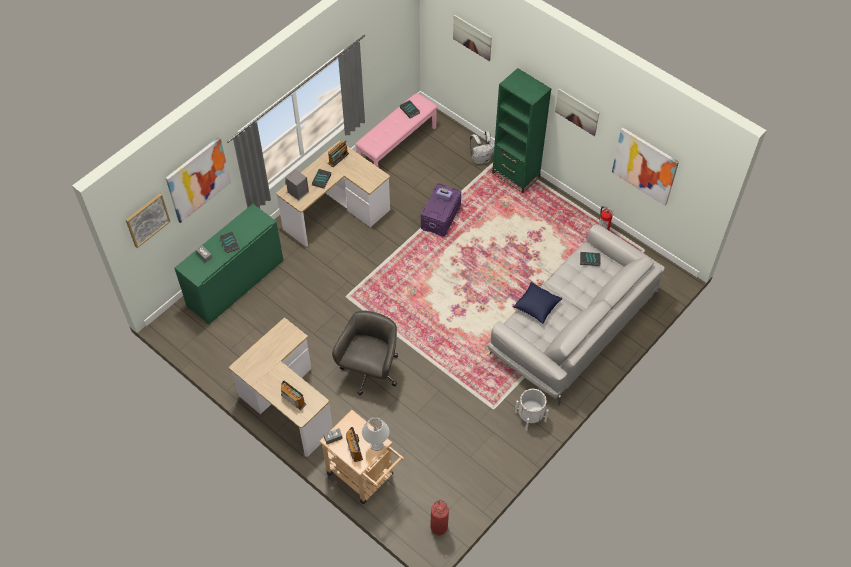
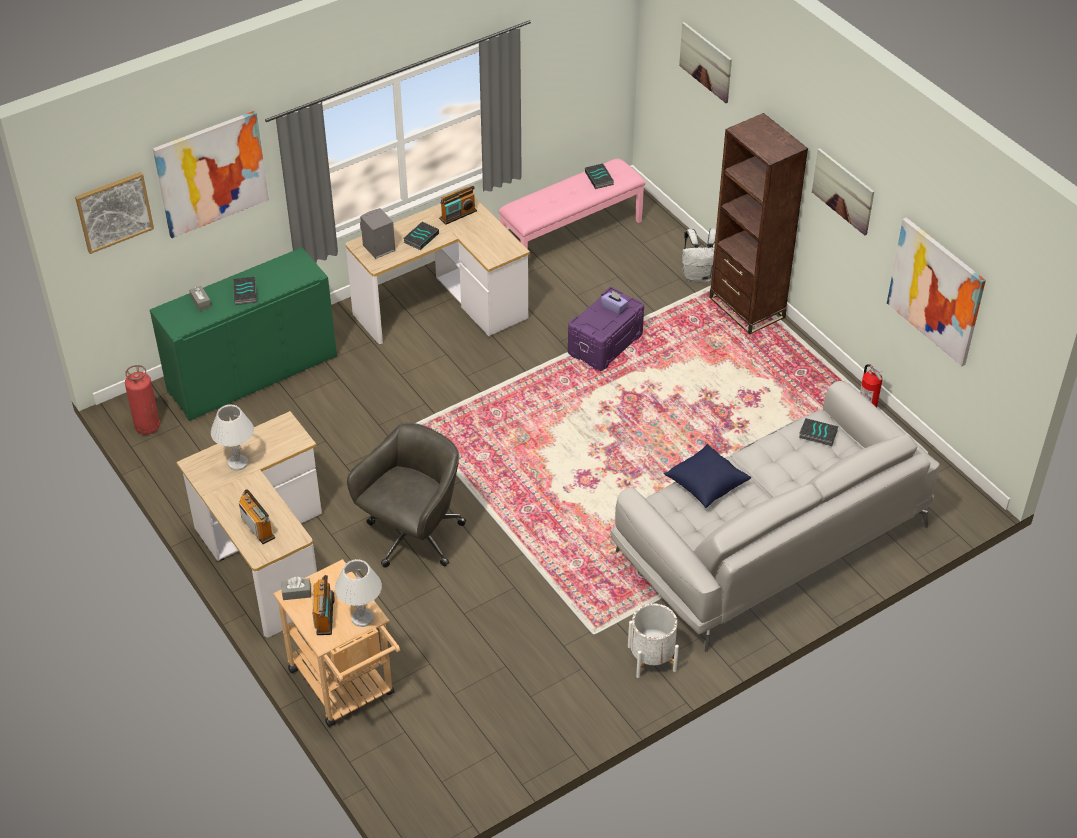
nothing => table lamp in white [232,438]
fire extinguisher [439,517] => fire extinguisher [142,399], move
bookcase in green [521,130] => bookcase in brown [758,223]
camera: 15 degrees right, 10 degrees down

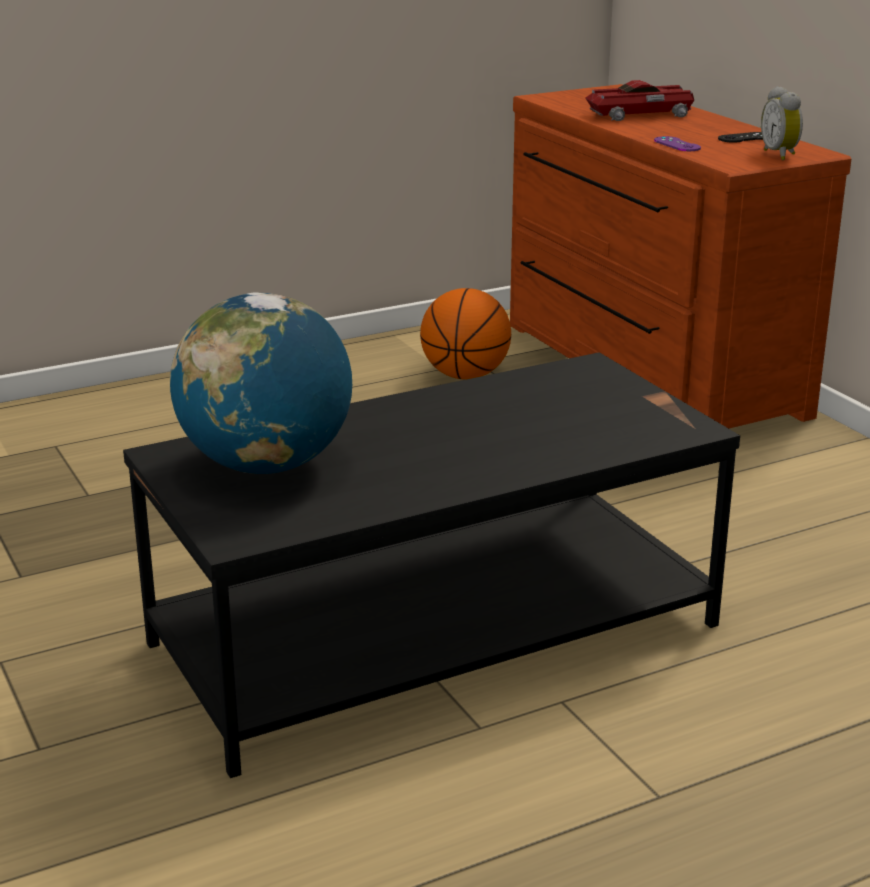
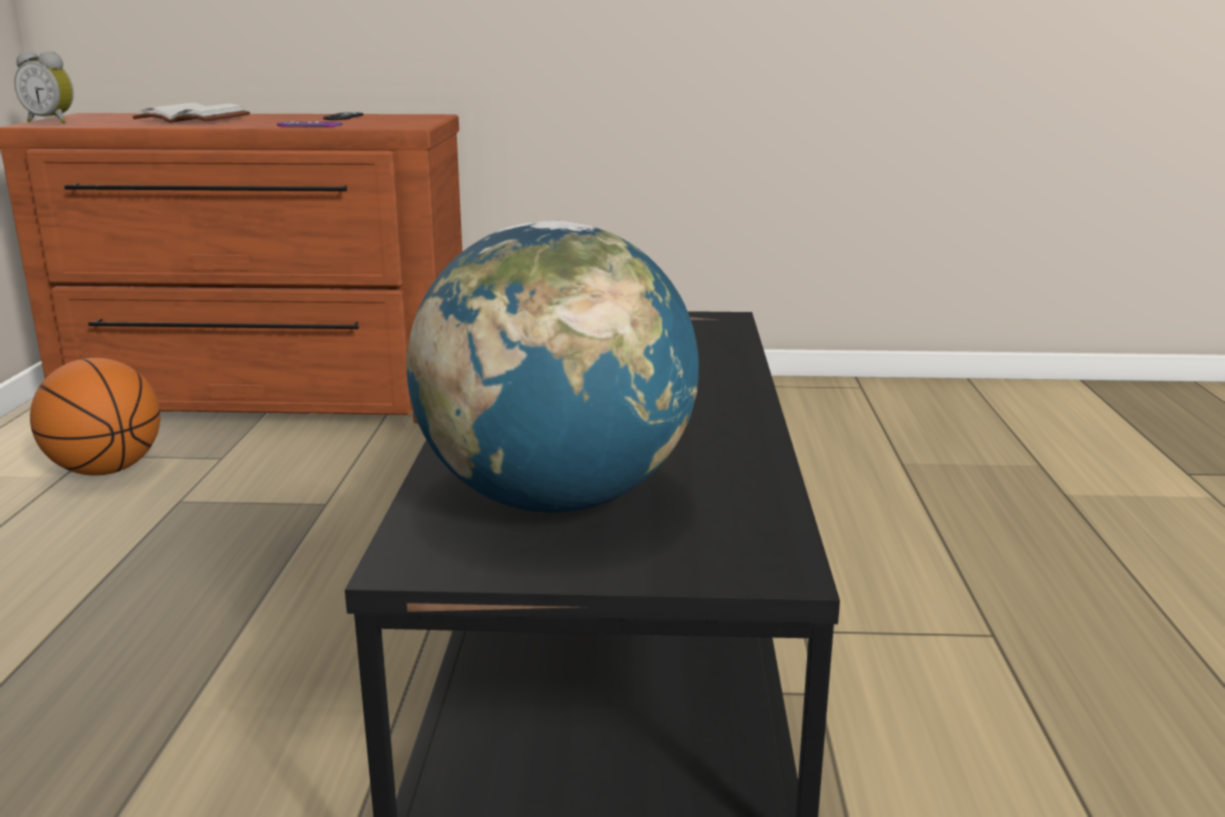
alarm clock [782,123] => alarm clock [44,87], move
toy car [639,100] => book in white [191,113]
camera: 60 degrees left, 5 degrees down

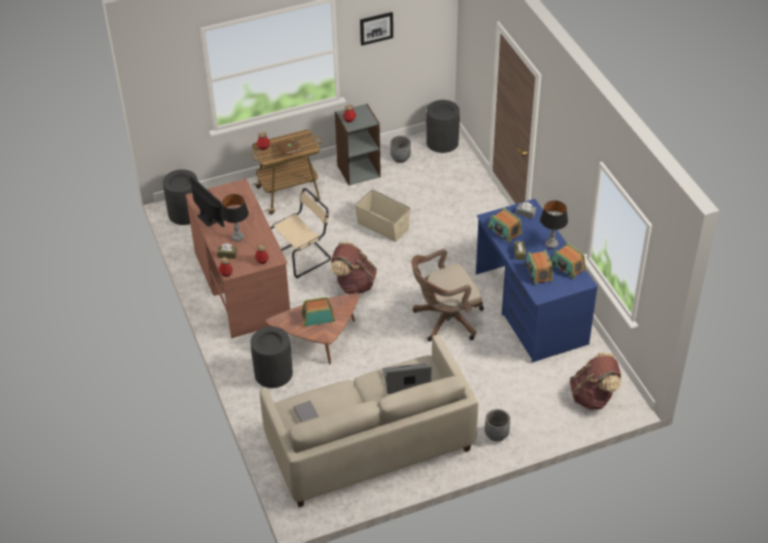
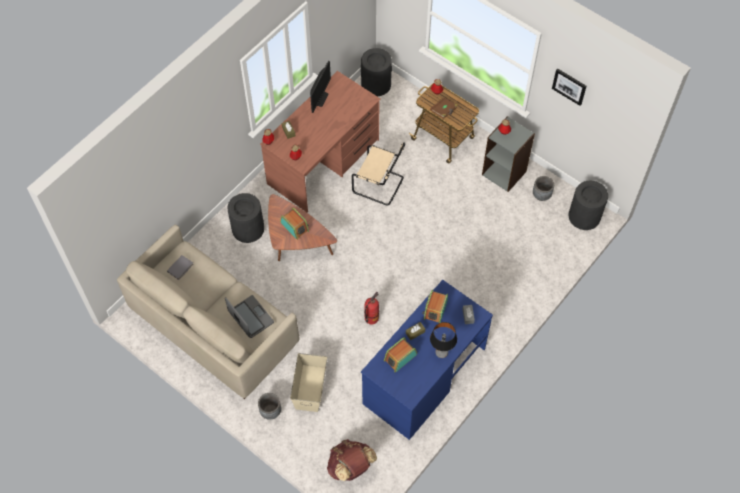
table lamp [235,218] => nothing
backpack in brown [354,268] => nothing
radio [568,261] => nothing
storage box in beige [383,215] => storage box in beige [309,382], move
office chair in brown [448,295] => fire extinguisher [371,308]
camera: 60 degrees right, 15 degrees up

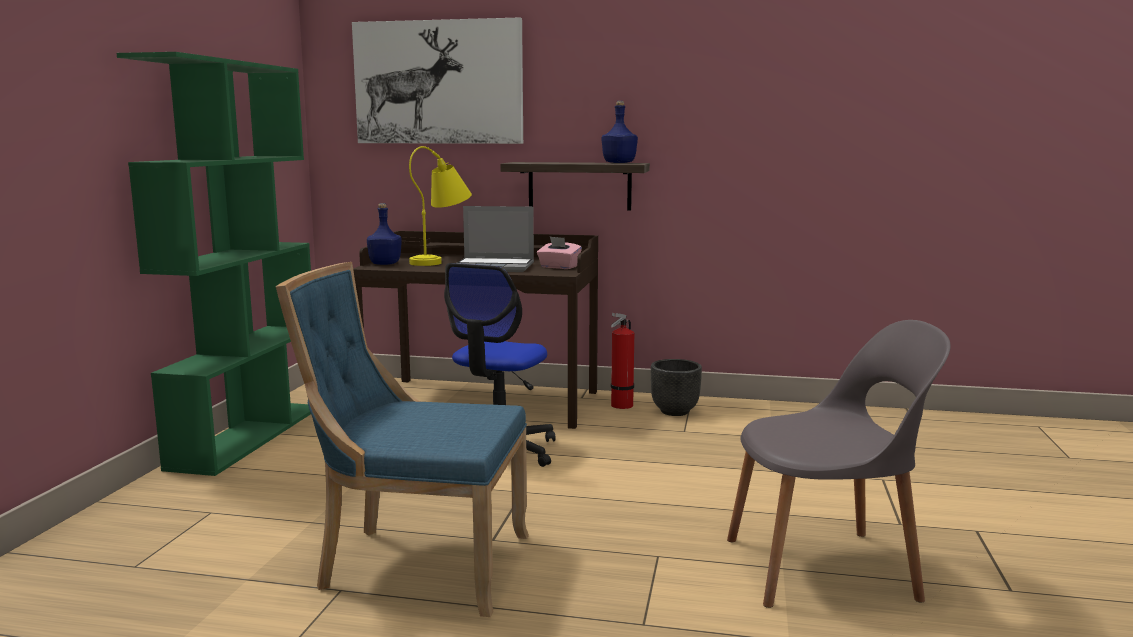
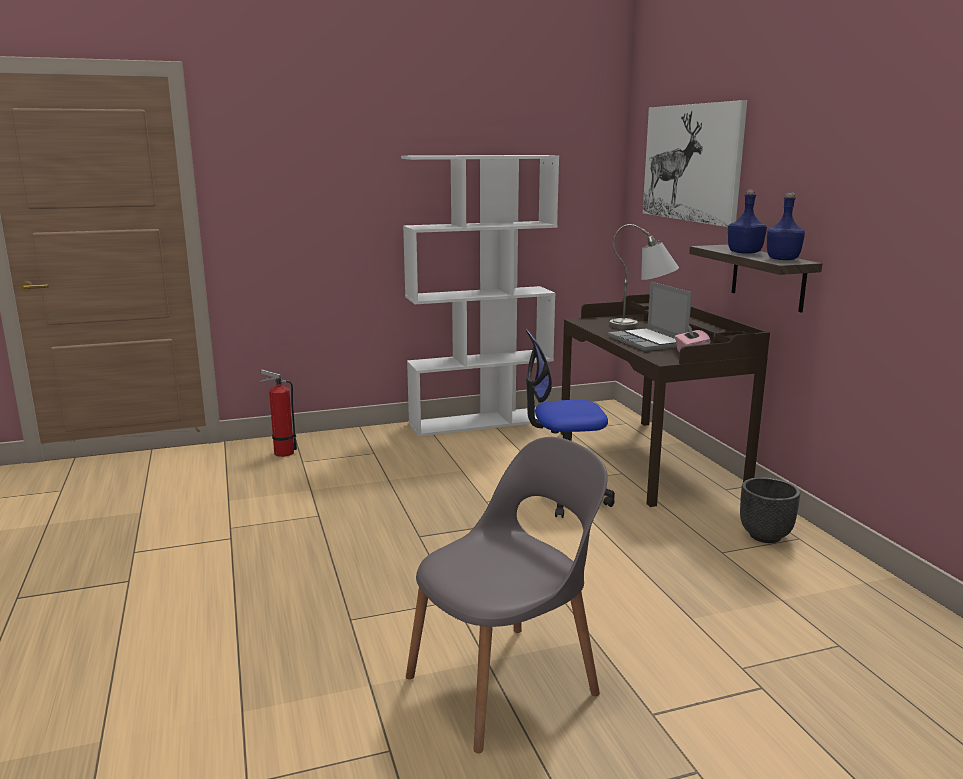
chair in blue [402,439] => nothing
bottle in blue [384,234] => bottle in blue [747,221], move
fire extinguisher [622,361] => fire extinguisher [278,413], move
bookcase in green [214,264] => bookcase in white [480,296]
table lamp in yellow [440,206] => table lamp in grey [644,276]
chair in grey [839,464] => chair in grey [507,595], 90 degrees counterclockwise
camera: 60 degrees right, 5 degrees up

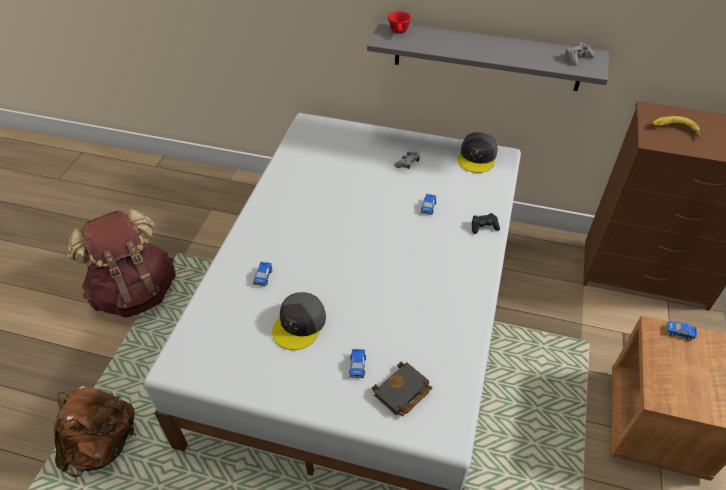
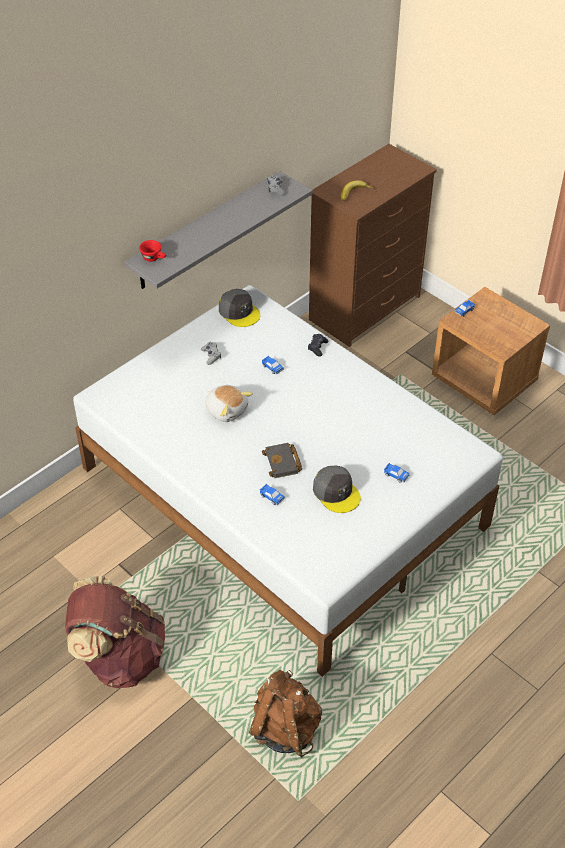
nothing => plush toy [229,403]
book in black [402,389] => book in black [282,460], move
camera: 60 degrees left, 0 degrees up

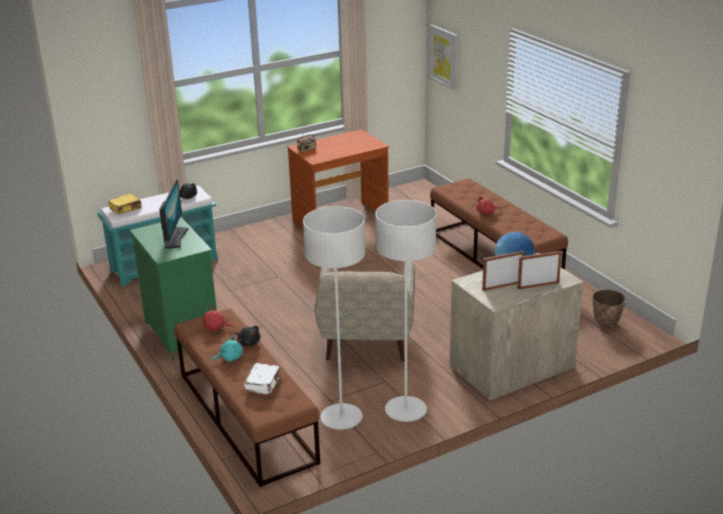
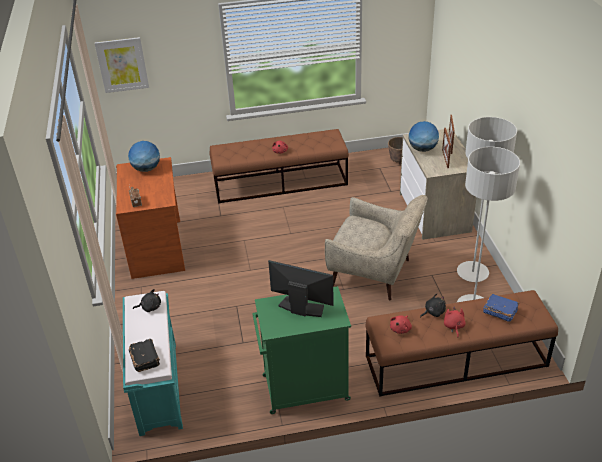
nothing => globe [144,156]
book in yellow [125,203] => book in black [144,355]
plush toy in turquoise [227,349] => plush toy in red [455,322]
book in white [262,378] => book in blue [501,308]
camera: 70 degrees left, 10 degrees up

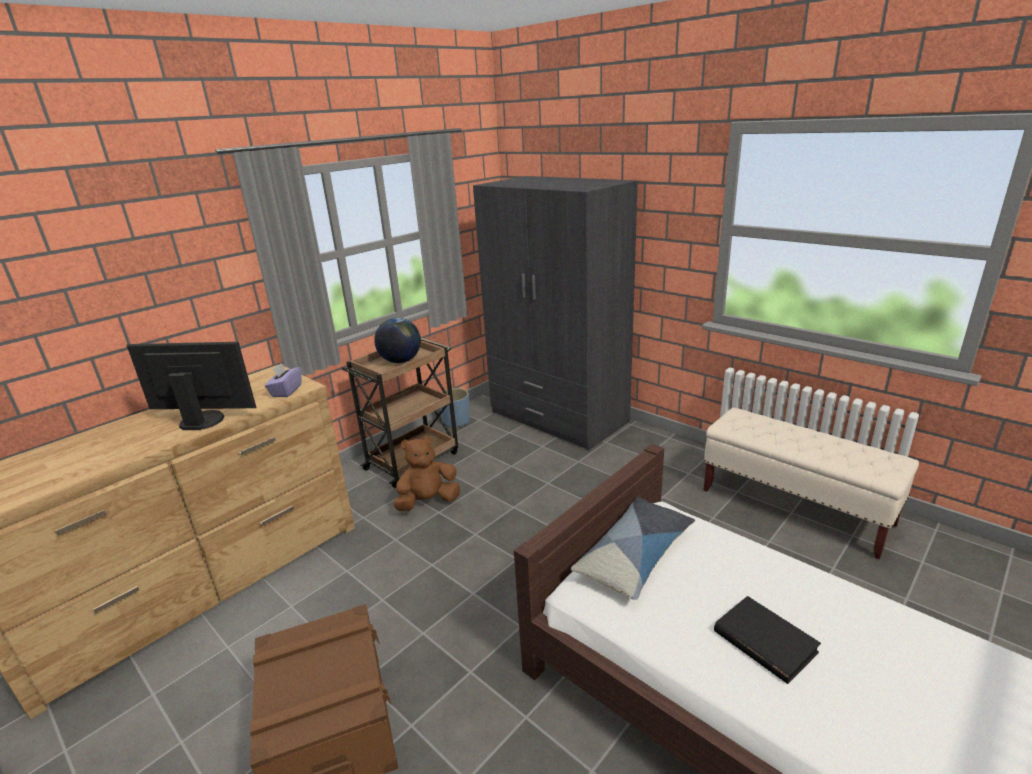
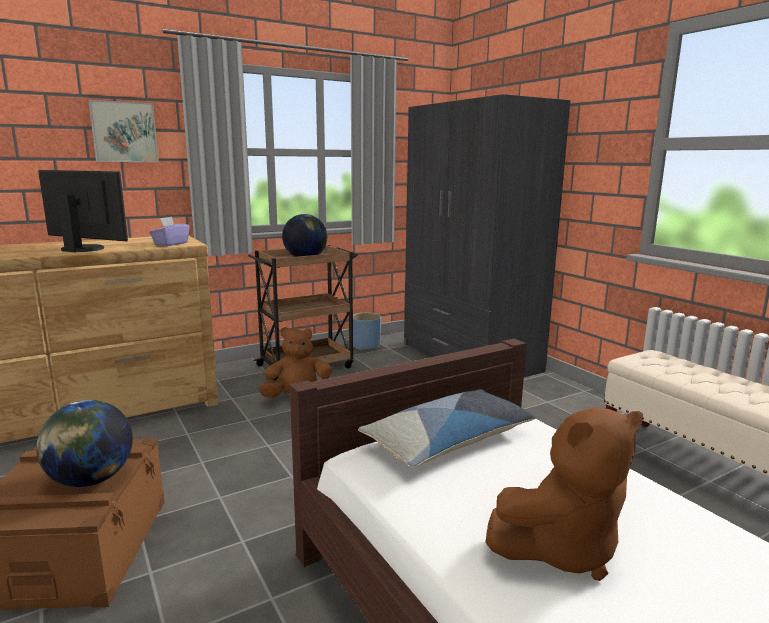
nothing => globe [84,443]
nothing => picture [123,131]
book in black [767,640] => plush toy in brown [564,494]
camera: 15 degrees right, 10 degrees down

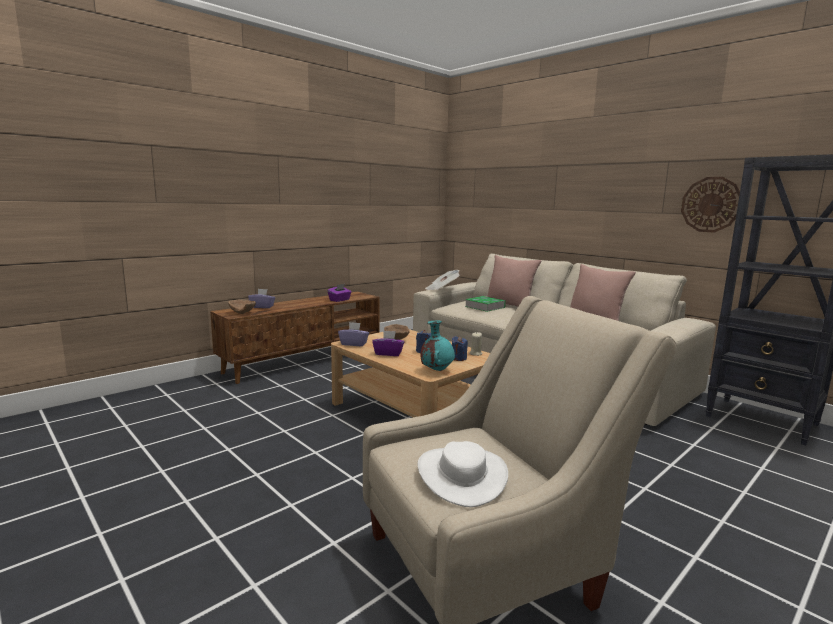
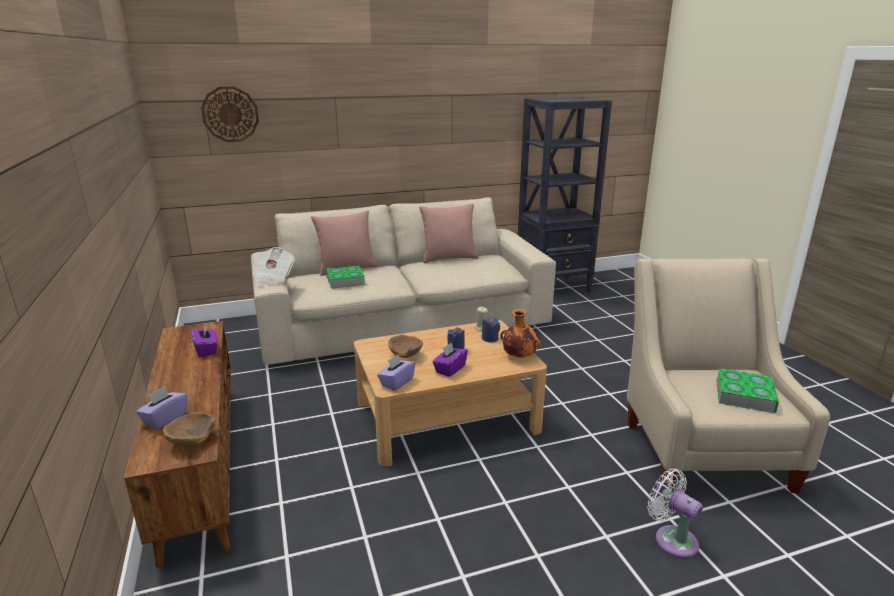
nothing => fan in white [675,513]
wall clock [710,205] => wall clock [230,114], move
hat in white [463,474] => book [747,390]
vase in turquoise [437,346] => vase in orange [520,333]
camera: 65 degrees left, 10 degrees up

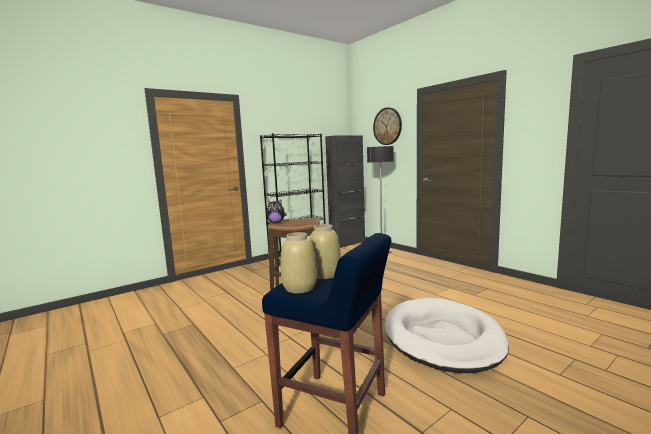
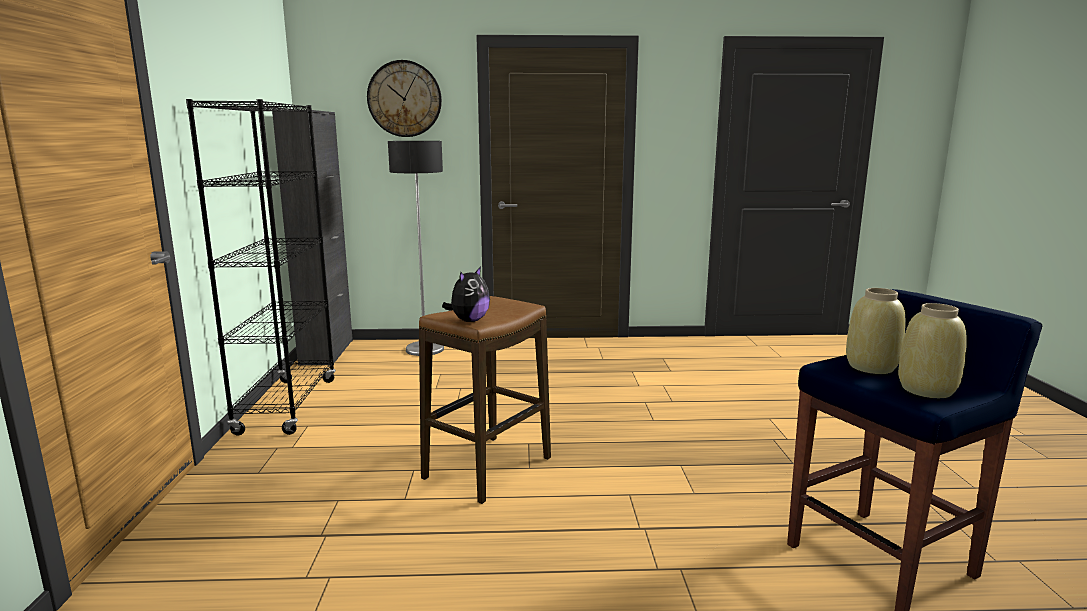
dog bed in white [447,335] => nothing
camera: 55 degrees left, 5 degrees up

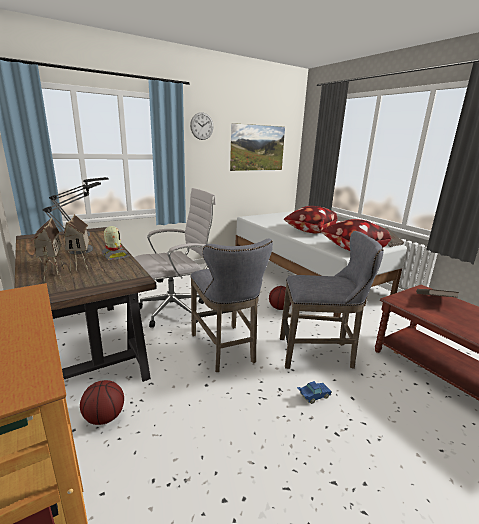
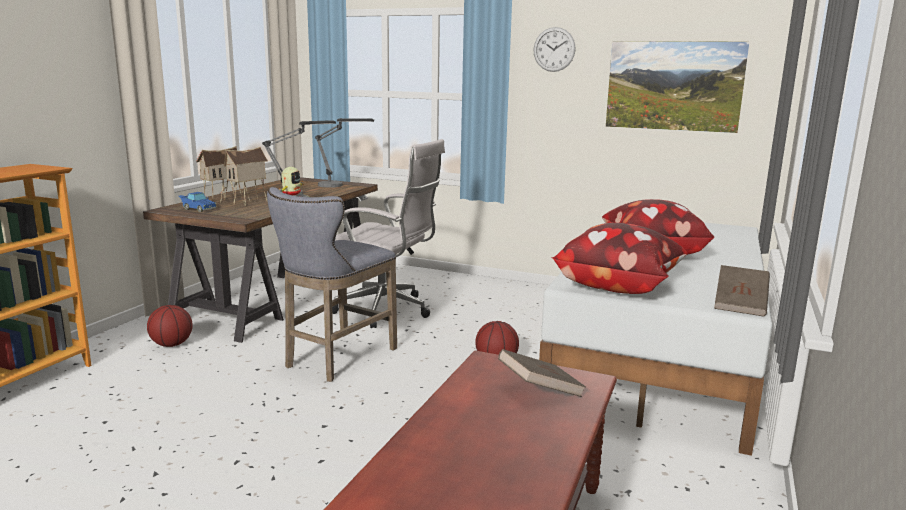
stool in grey [331,300] => nothing
toy car in blue [314,392] => toy car in blue [198,202], move
camera: 55 degrees right, 5 degrees down

